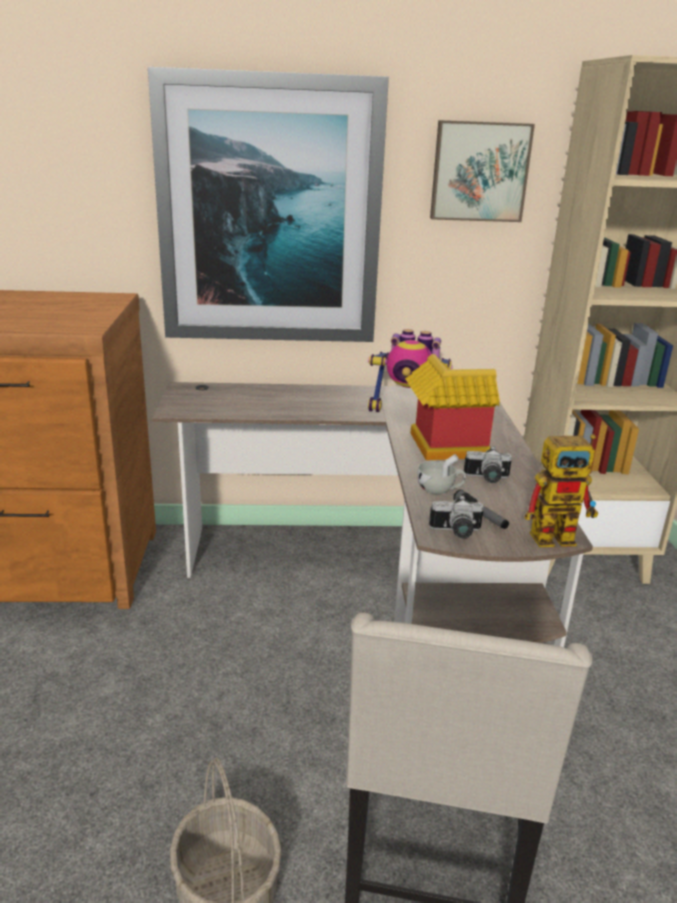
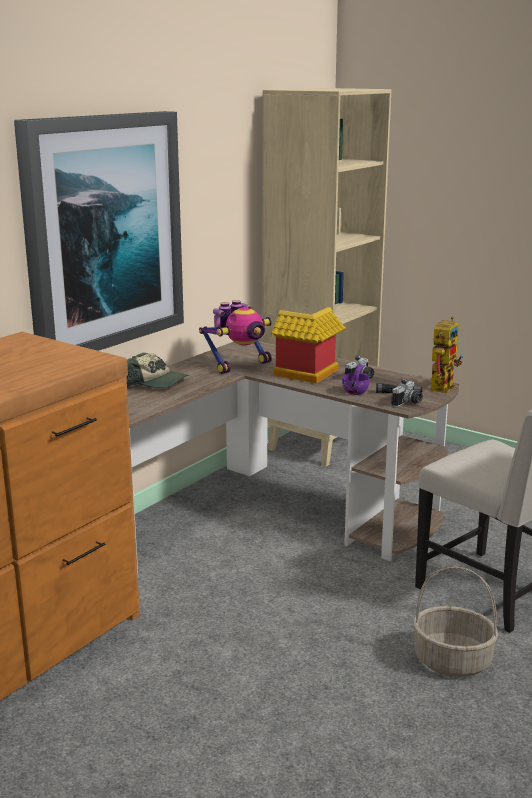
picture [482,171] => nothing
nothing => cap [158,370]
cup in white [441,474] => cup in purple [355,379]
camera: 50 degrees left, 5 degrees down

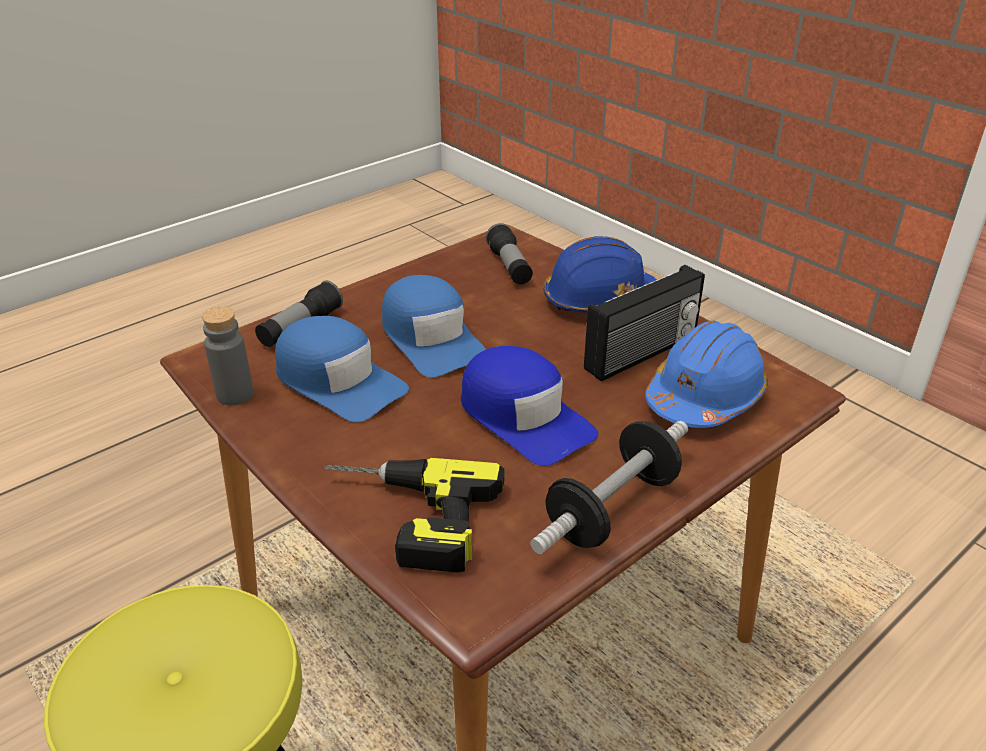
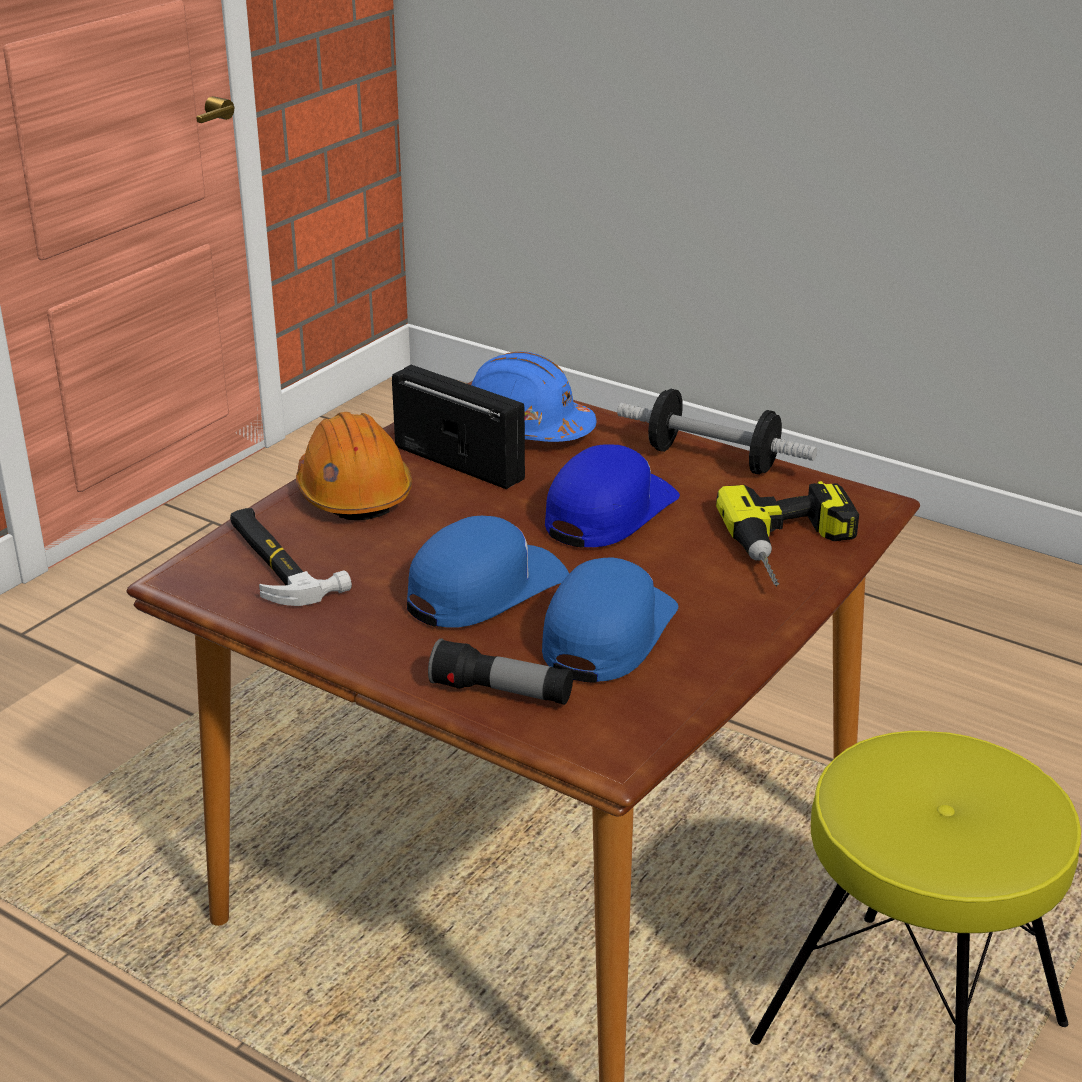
bottle in grey [228,356] => nothing
flashlight [509,253] => hammer [291,557]
hard hat in blue [600,274] => hard hat in orange [354,466]
camera: 105 degrees left, 5 degrees down

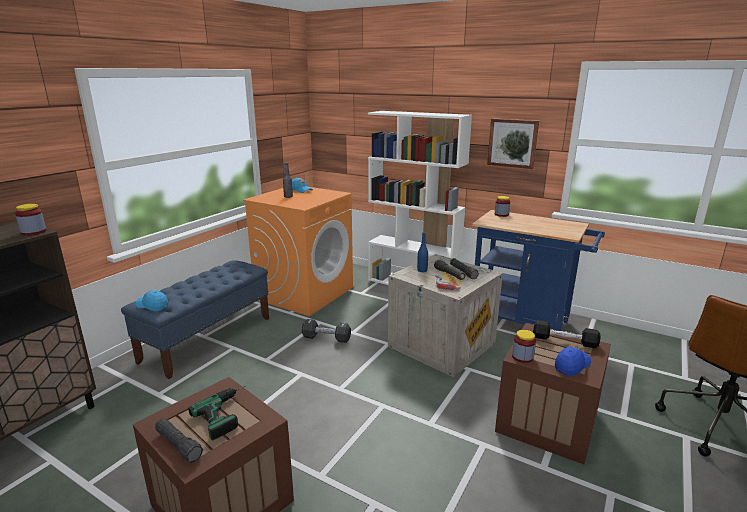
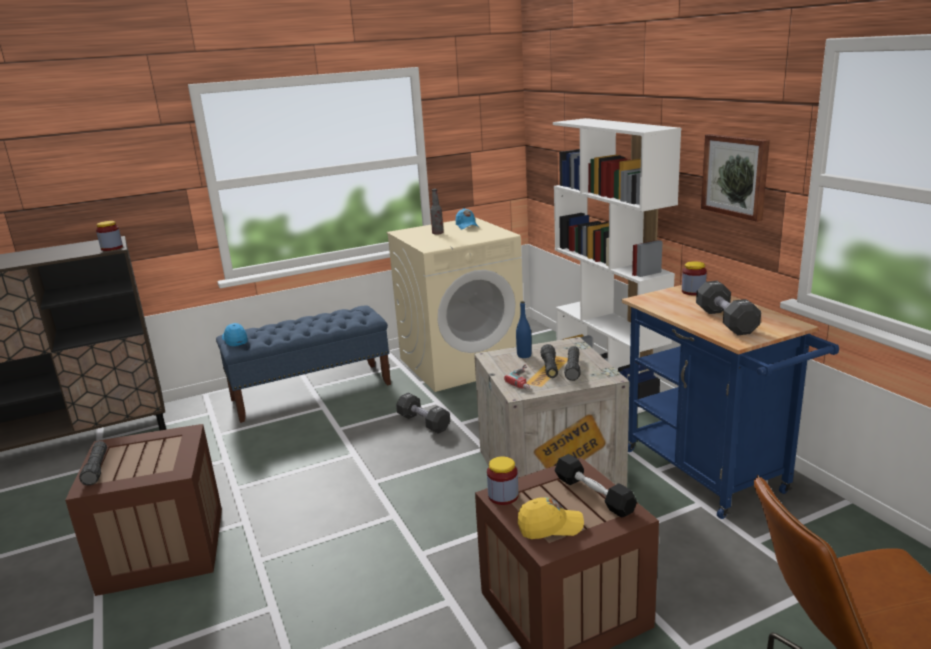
power drill [216,413] => nothing
nothing => dumbbell in black [728,308]
washing machine in orange [298,251] => washing machine in beige [455,304]
cap in blue [573,361] => cap in yellow [551,518]
camera: 35 degrees right, 0 degrees up

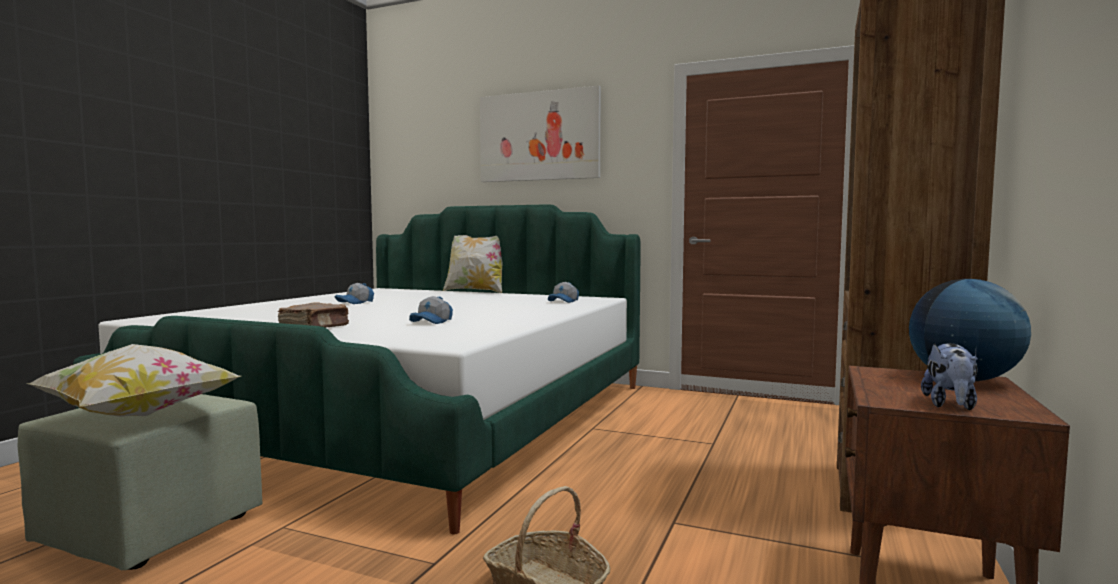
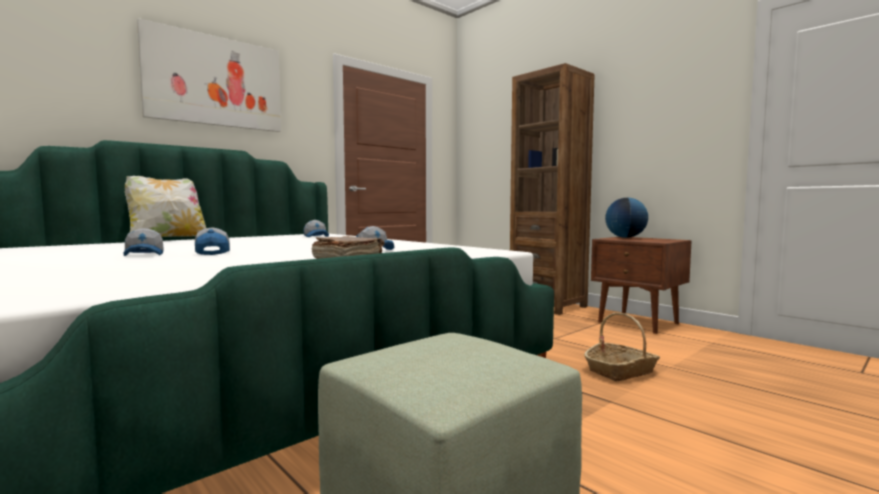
pillow [134,380] => nothing
plush toy [949,376] => nothing
nothing => cap [212,241]
camera: 65 degrees left, 0 degrees up

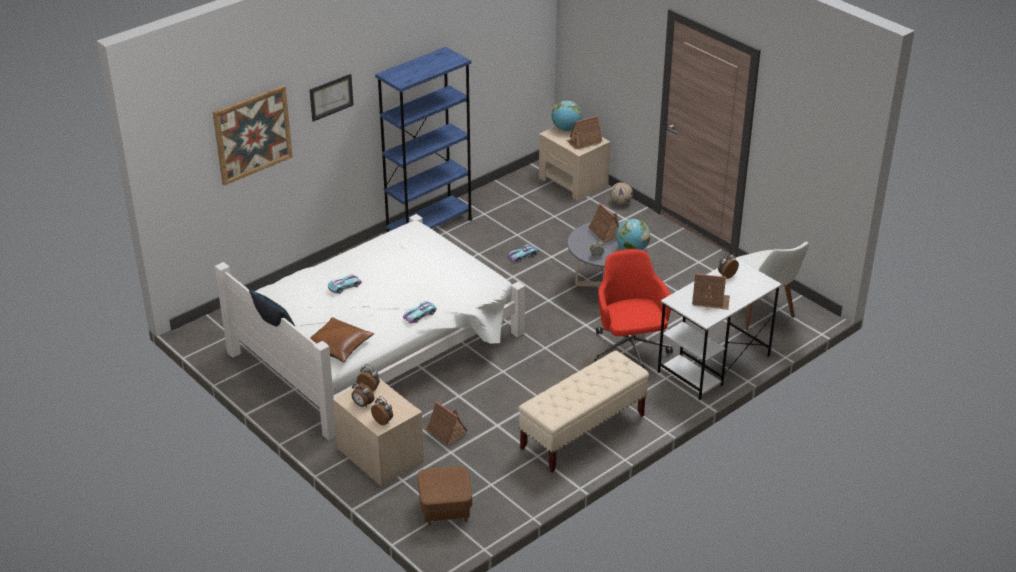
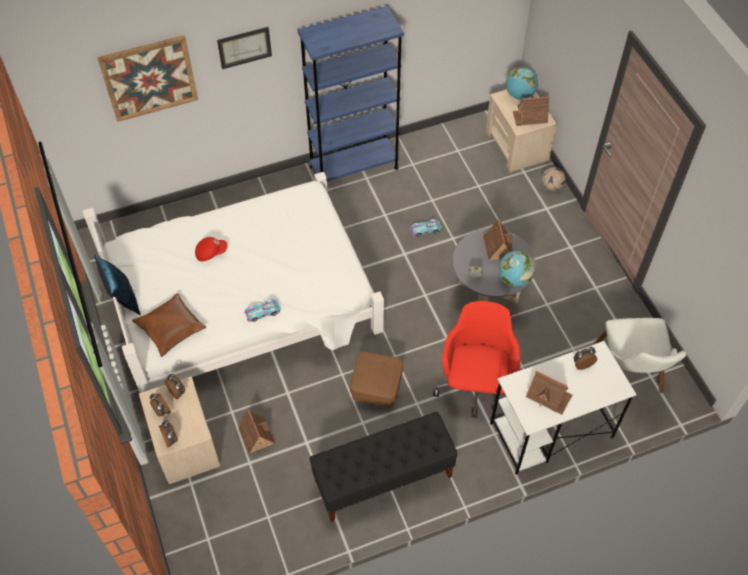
ottoman in brown [444,495] => ottoman in brown [376,379], move
toy car [345,284] => cap in red [211,249]
bench in beige [583,411] => bench in black [383,467]
camera: 20 degrees right, 20 degrees up

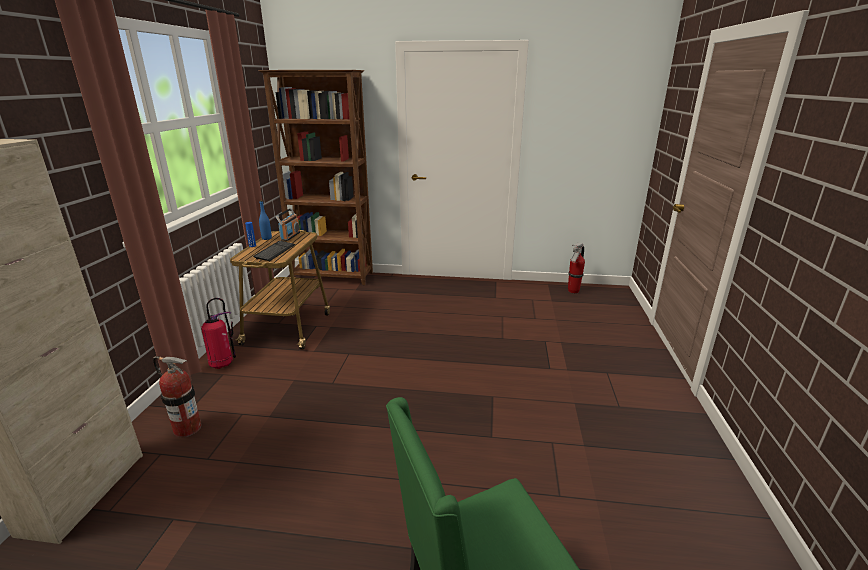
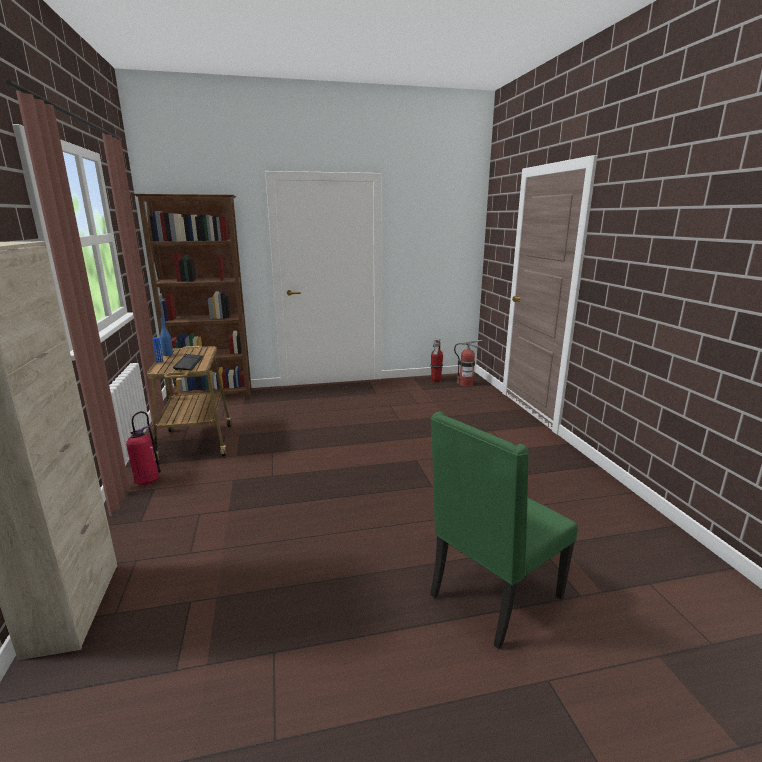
radio [288,224] => nothing
fire extinguisher [177,396] => fire extinguisher [468,363], move
camera: 20 degrees left, 5 degrees down

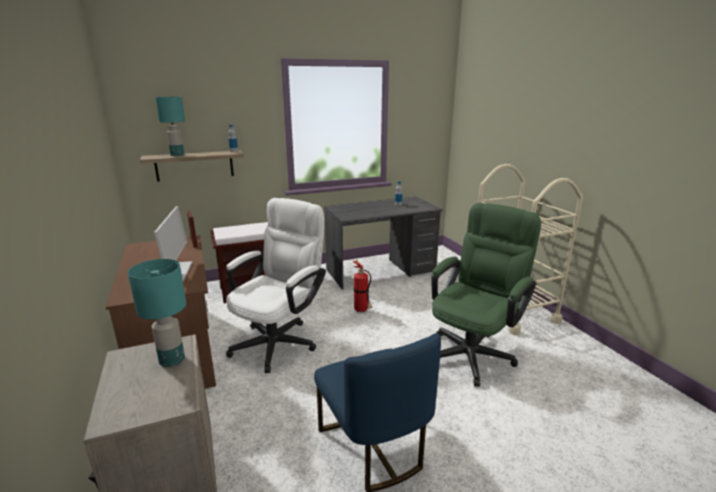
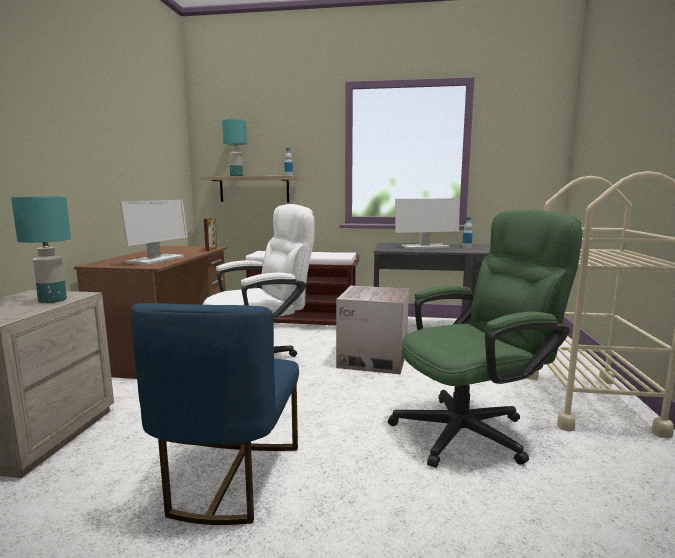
nothing => monitor [427,224]
fire extinguisher [362,286] => cardboard box [372,330]
camera: 30 degrees right, 10 degrees down

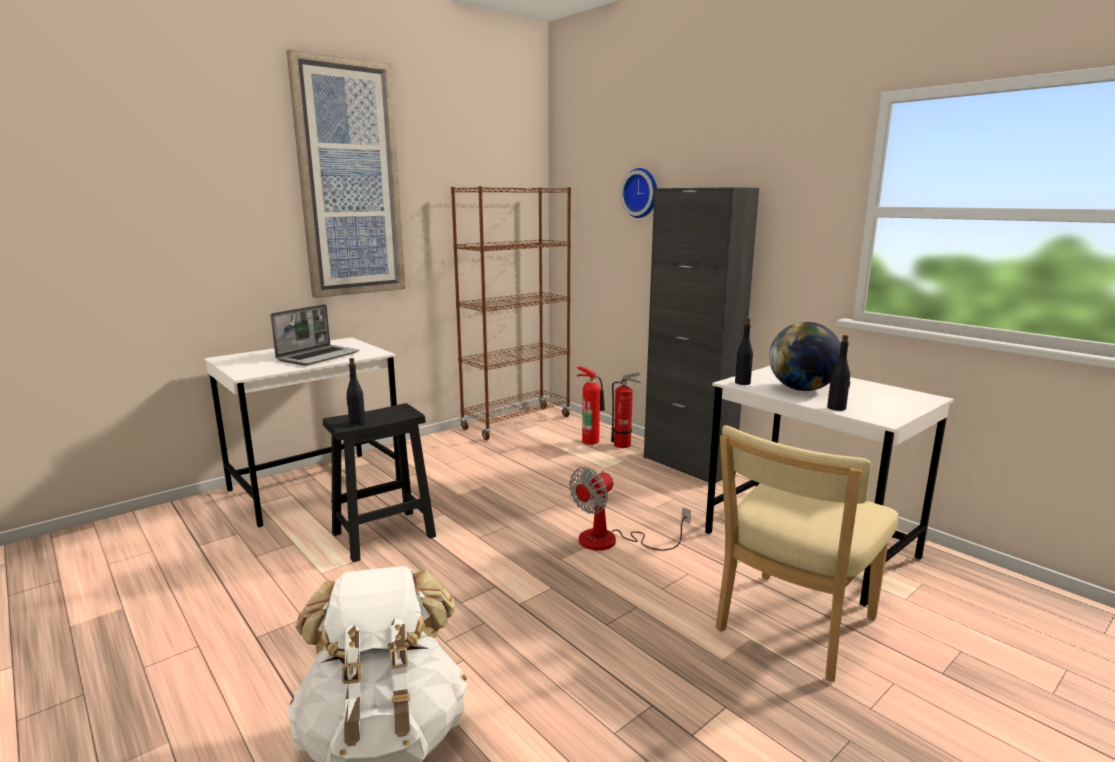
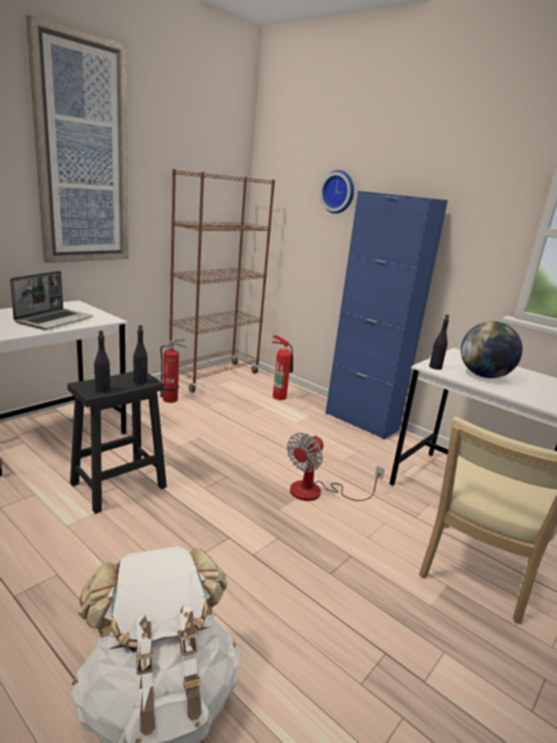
fire extinguisher [626,410] => fire extinguisher [173,370], move
bottle in black [838,373] => bottle in black [140,354], move
cabinet in black [701,335] => cabinet in blue [386,315]
camera: 10 degrees left, 5 degrees up

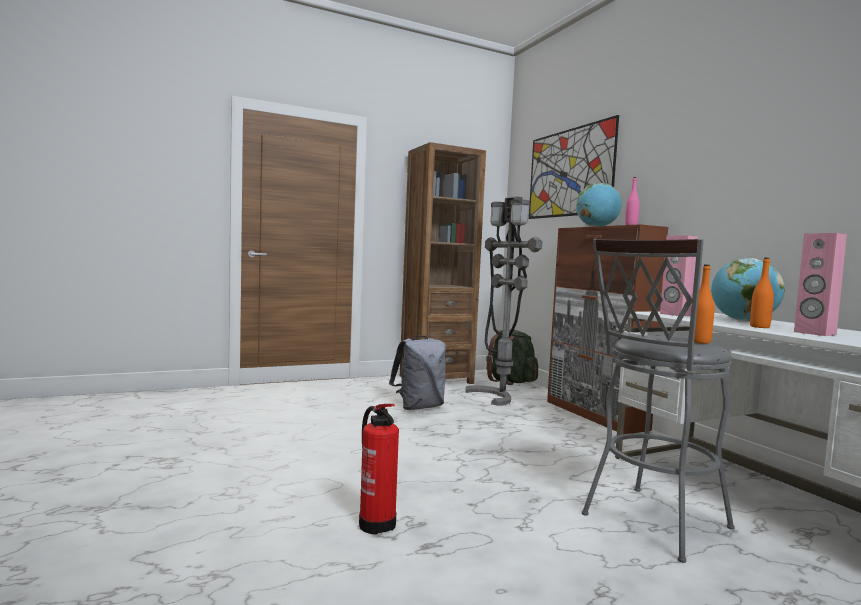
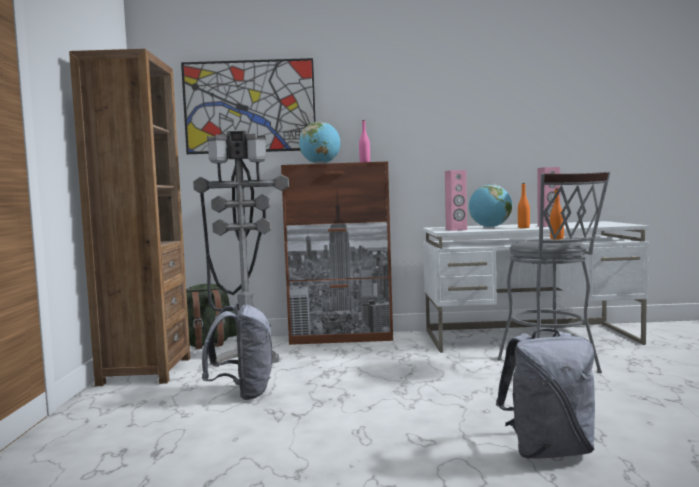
fire extinguisher [379,469] => backpack in grey [545,393]
camera: 65 degrees left, 0 degrees up

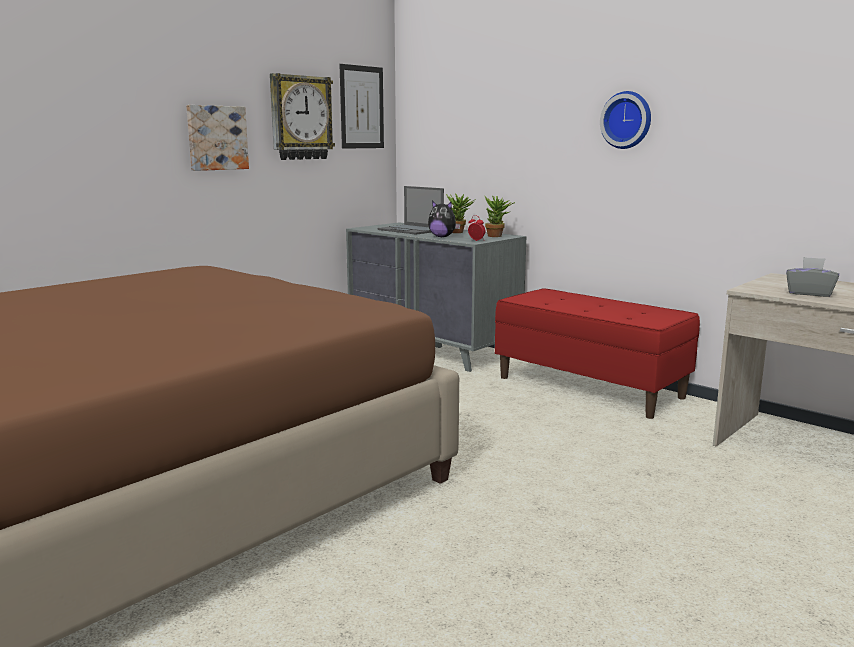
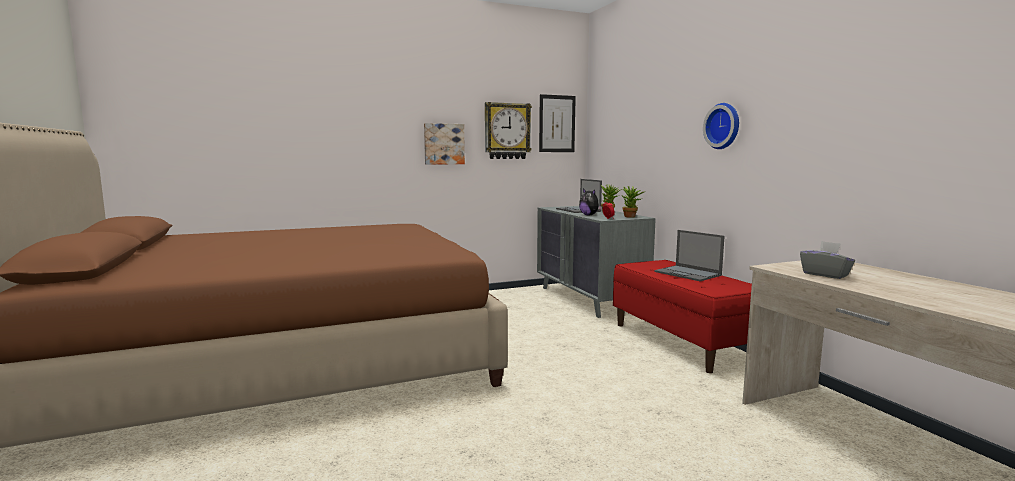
nothing => laptop [689,255]
camera: 25 degrees right, 5 degrees down

